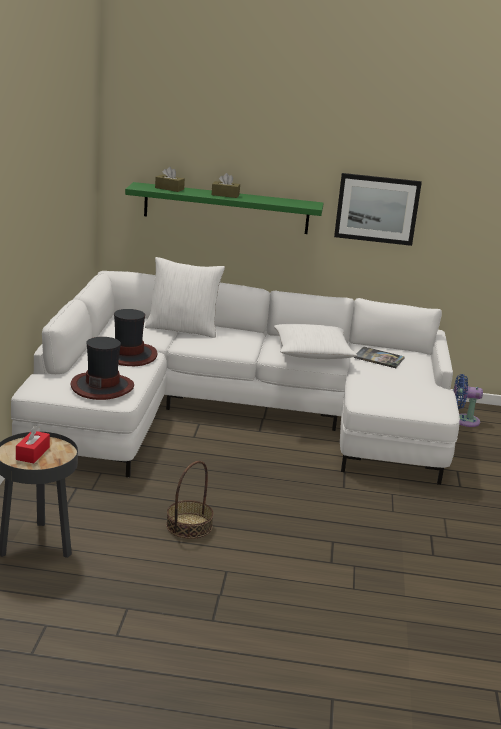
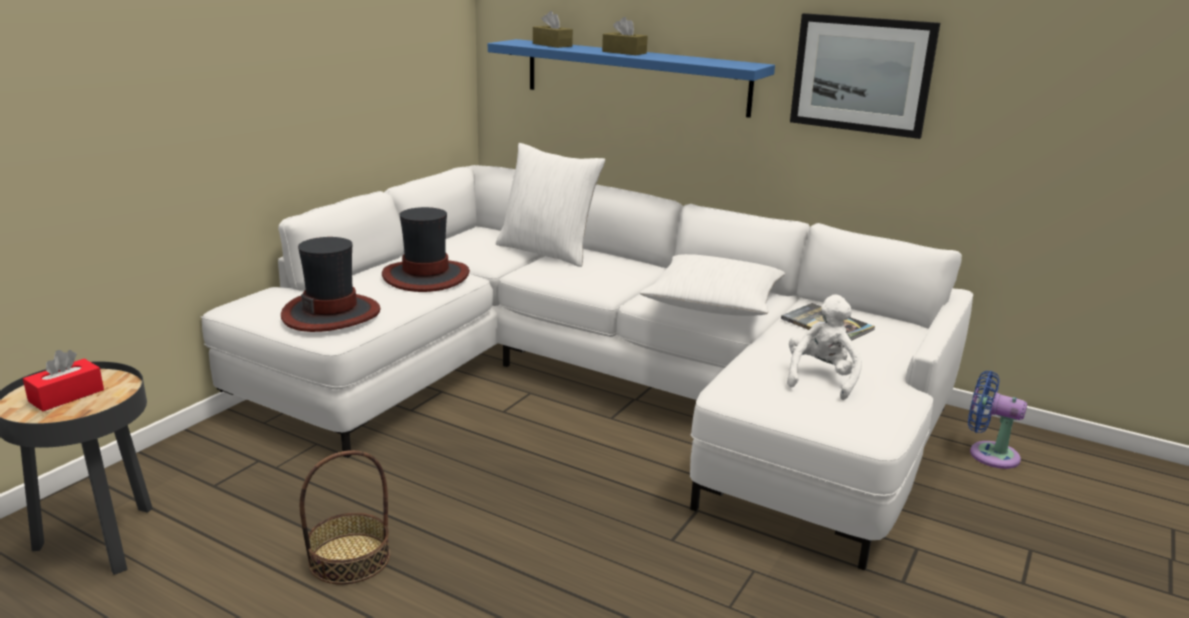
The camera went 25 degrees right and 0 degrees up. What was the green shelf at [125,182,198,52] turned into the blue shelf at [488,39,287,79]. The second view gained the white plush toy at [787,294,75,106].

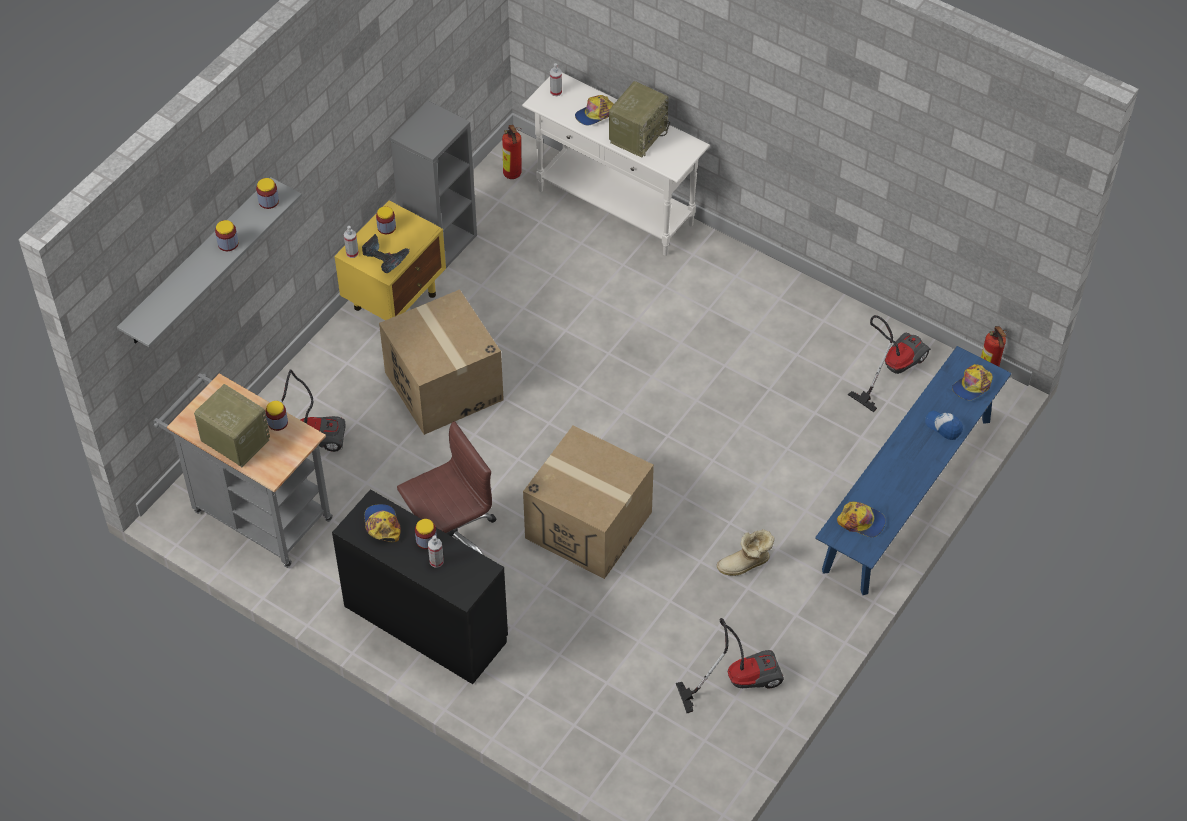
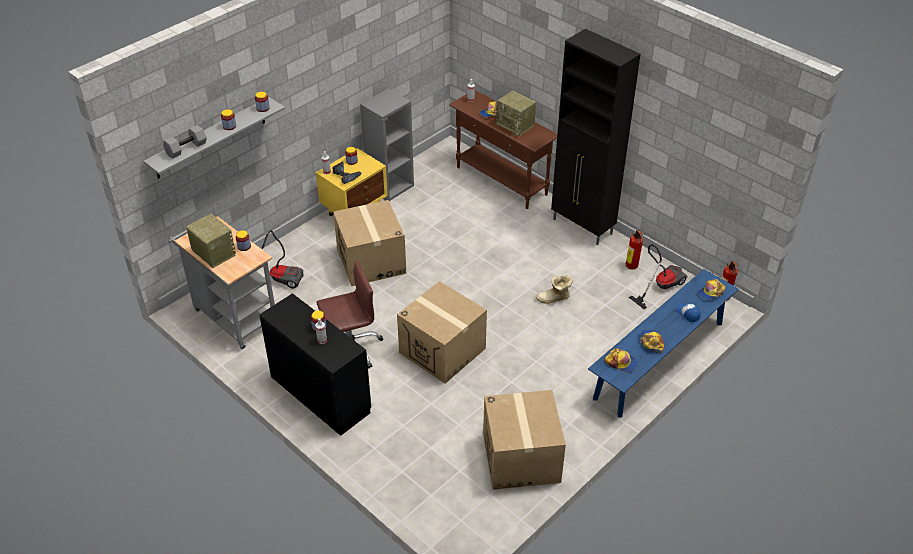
The camera went 10 degrees right and 10 degrees down. The second view gained the grey dumbbell at [163,125,44,34]. What was the white console table at [522,73,188,183] turned into the brown console table at [449,90,108,119]. Where the vacuum cleaner stood at [676,618,108,95], the cardboard box came to stand at [483,390,83,100]. The radio at [609,81,61,77] ended up facing another way, 90 degrees clockwise from before. The boot ended up elsewhere, having gone from [717,529,57,47] to [536,275,37,29]. The second view gained the black cabinet at [551,29,90,217]. The fire extinguisher ended up elsewhere, having gone from [502,125,20,54] to [626,230,19,39]. The cap ended up elsewhere, having gone from [364,504,37,38] to [640,329,24,24].

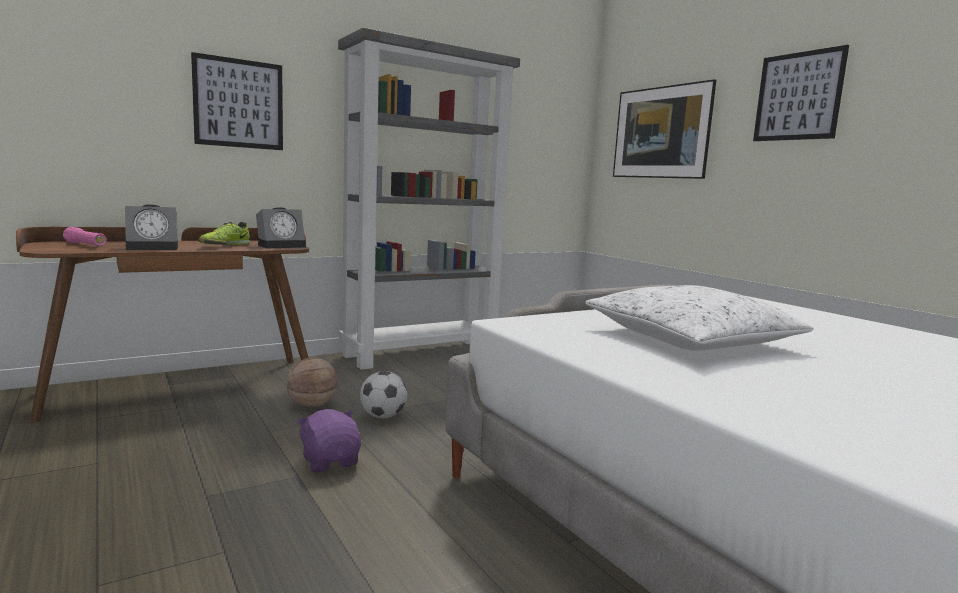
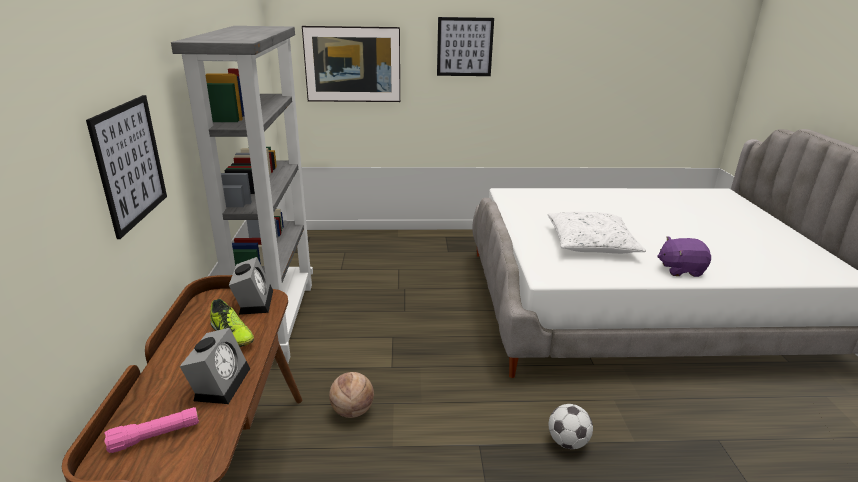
The camera went 60 degrees left and 15 degrees up. The football ended up elsewhere, having gone from [360,371,47,47] to [548,404,45,45]. The purple plush toy ended up elsewhere, having gone from [296,409,65,63] to [658,236,53,41].

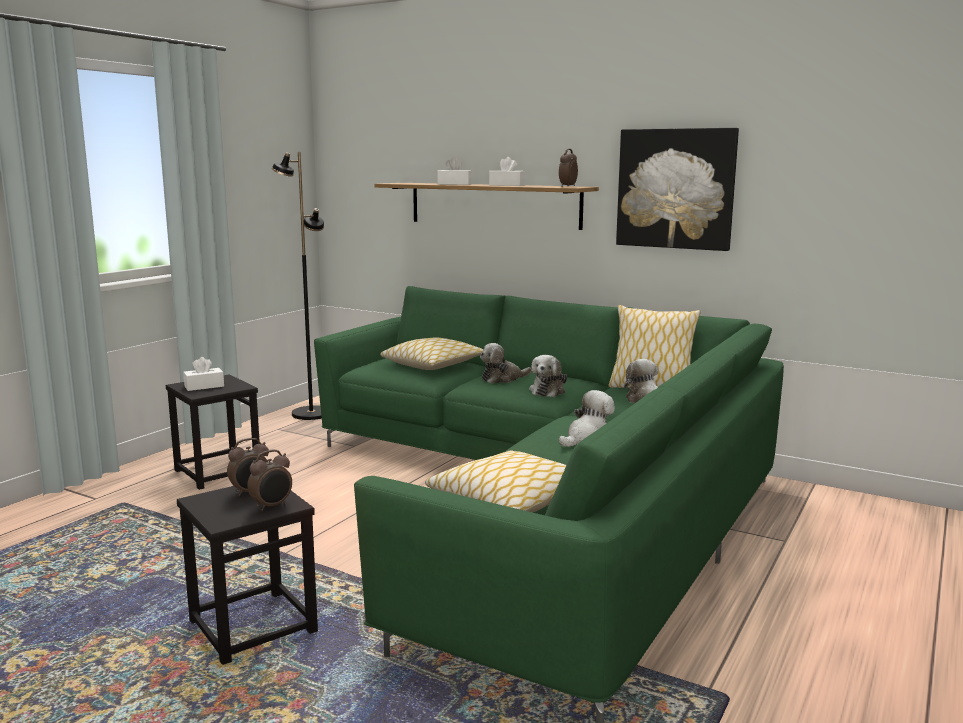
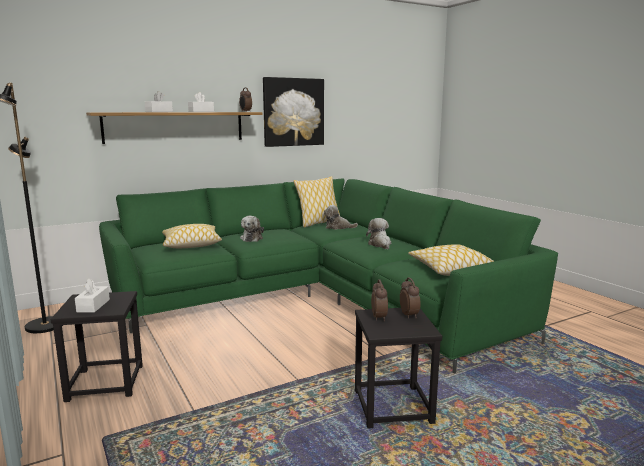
The camera went 60 degrees left and 0 degrees up. The second view lost the plush toy at [529,355,38,42].

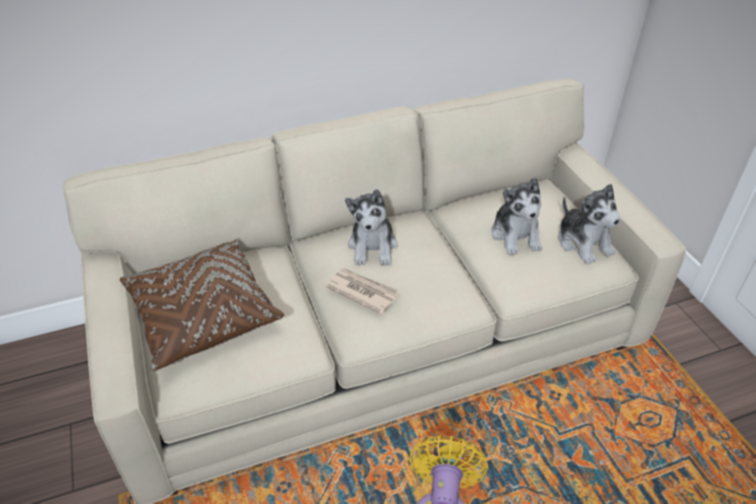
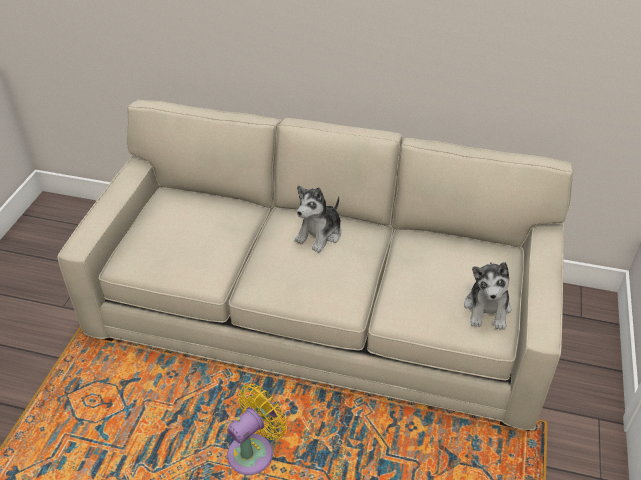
The camera went 35 degrees right and 0 degrees up. The second view lost the brown pillow at [120,239,164,132]. The second view lost the newspaper at [325,268,74,47]. The second view lost the plush toy at [491,177,51,78].

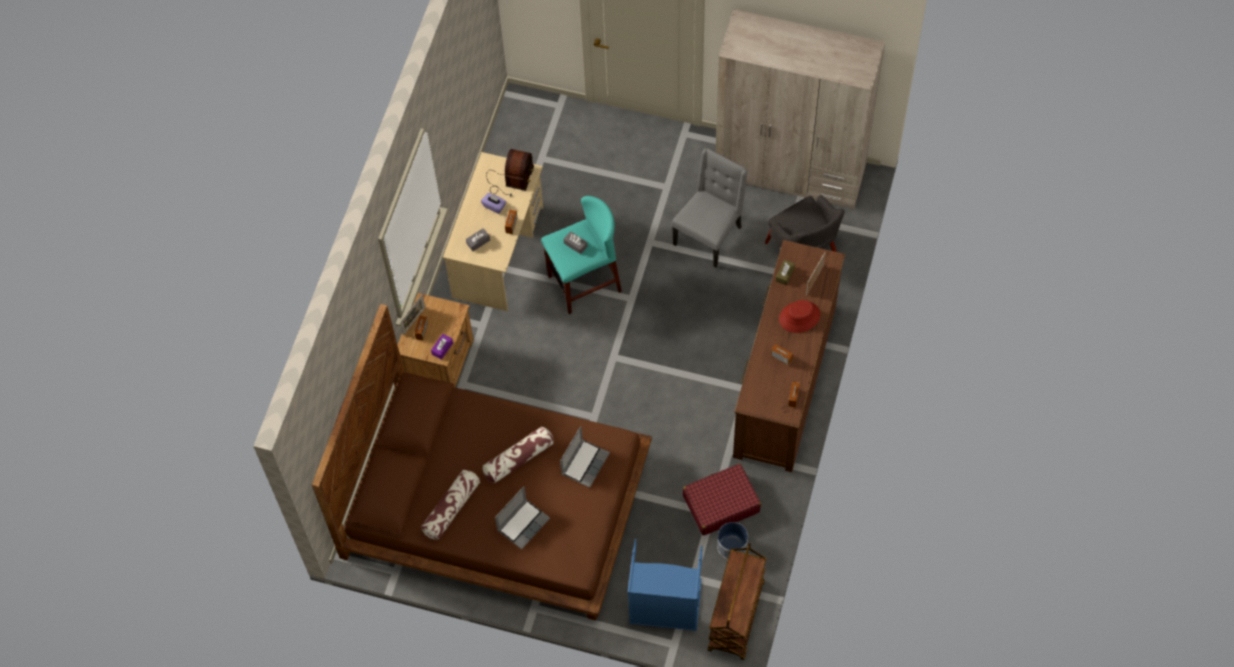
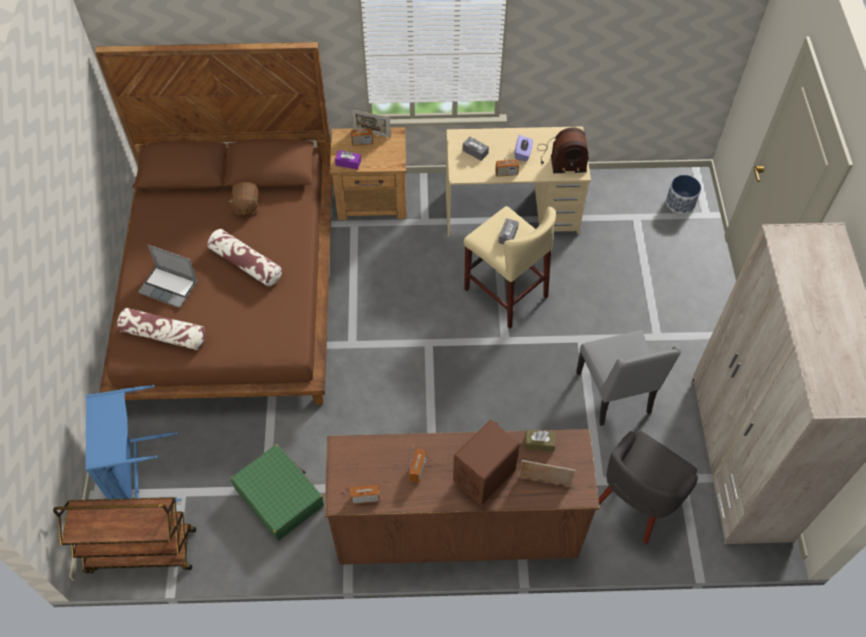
The camera went 70 degrees right and 5 degrees down. The pillow ended up elsewhere, having gone from [421,470,59,70] to [117,308,89,42]. The second view gained the brown plush toy at [228,182,31,33]. What was the red suitcase at [683,463,78,73] turned into the green suitcase at [231,444,93,97]. Where the red hat stood at [779,300,41,33], the brown speaker came to stand at [453,420,67,85]. What was the turquoise stool at [541,196,81,118] turned into the beige stool at [463,206,93,123]. The grey chair at [672,148,76,120] ended up facing another way, 60 degrees clockwise from before. The planter ended up elsewhere, having gone from [717,522,31,37] to [666,175,35,39]. The second view lost the laptop at [560,426,50,62].

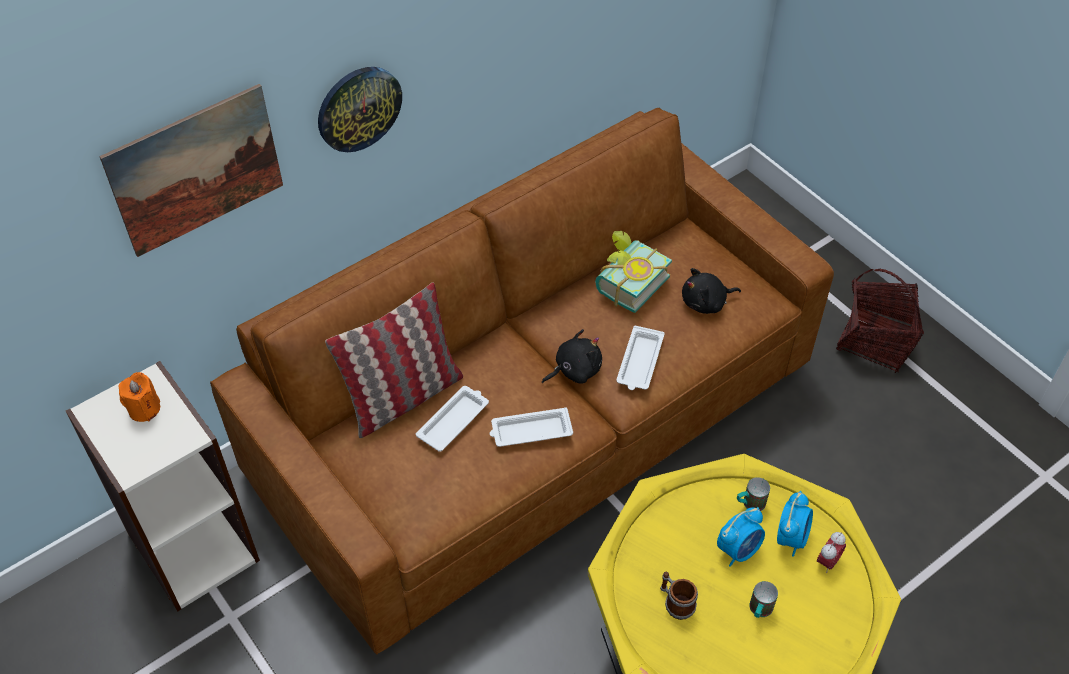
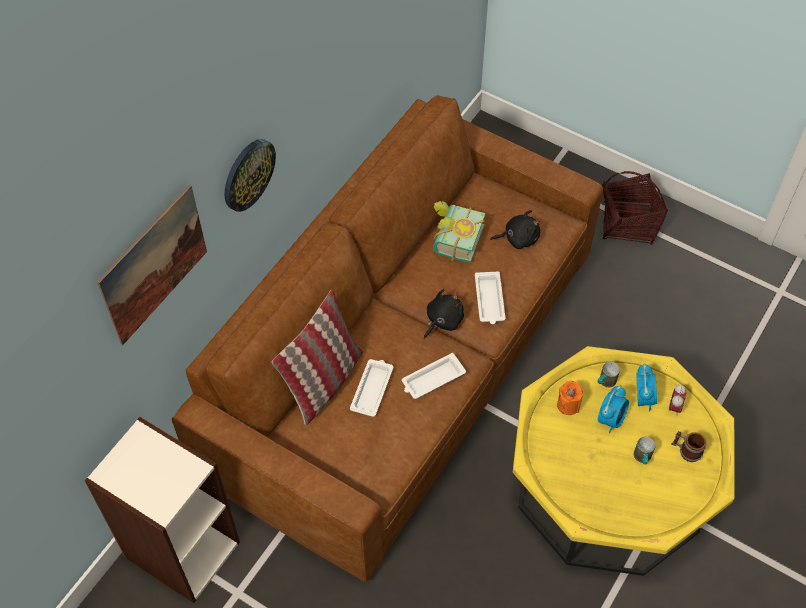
The camera went 20 degrees left and 5 degrees up. The black plush toy at [682,268,59,46] ended up facing another way, 150 degrees counterclockwise from before. The orange candle ended up elsewhere, having gone from [118,372,42,50] to [557,381,26,34]. The mug ended up elsewhere, having gone from [660,572,38,48] to [671,431,36,31].

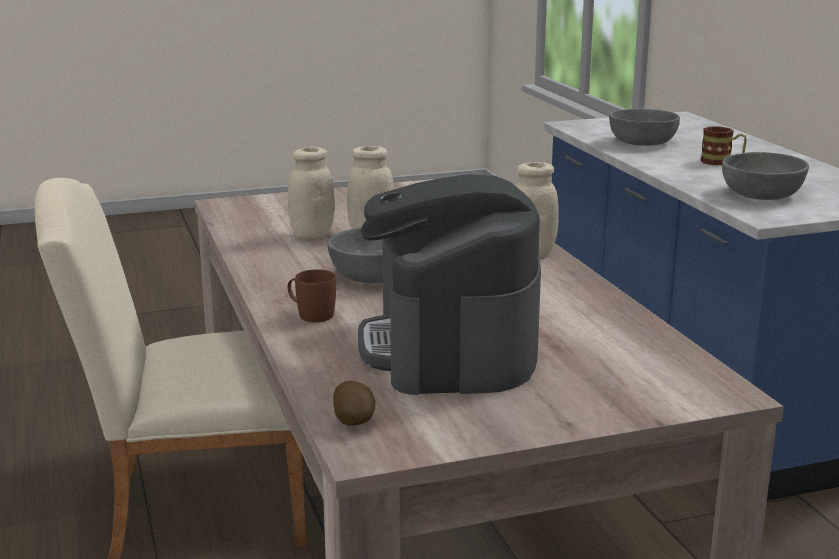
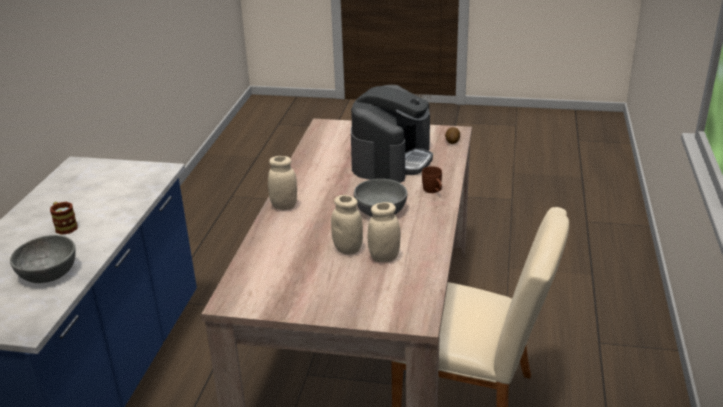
The camera went 150 degrees left and 10 degrees up. The second view lost the grey bowl at [722,152,87,48].

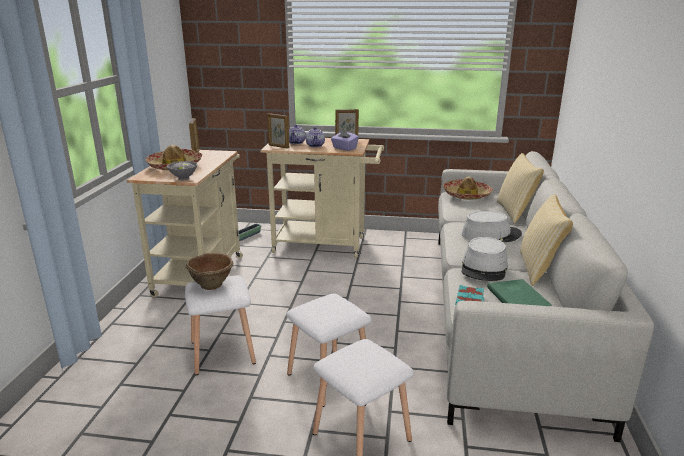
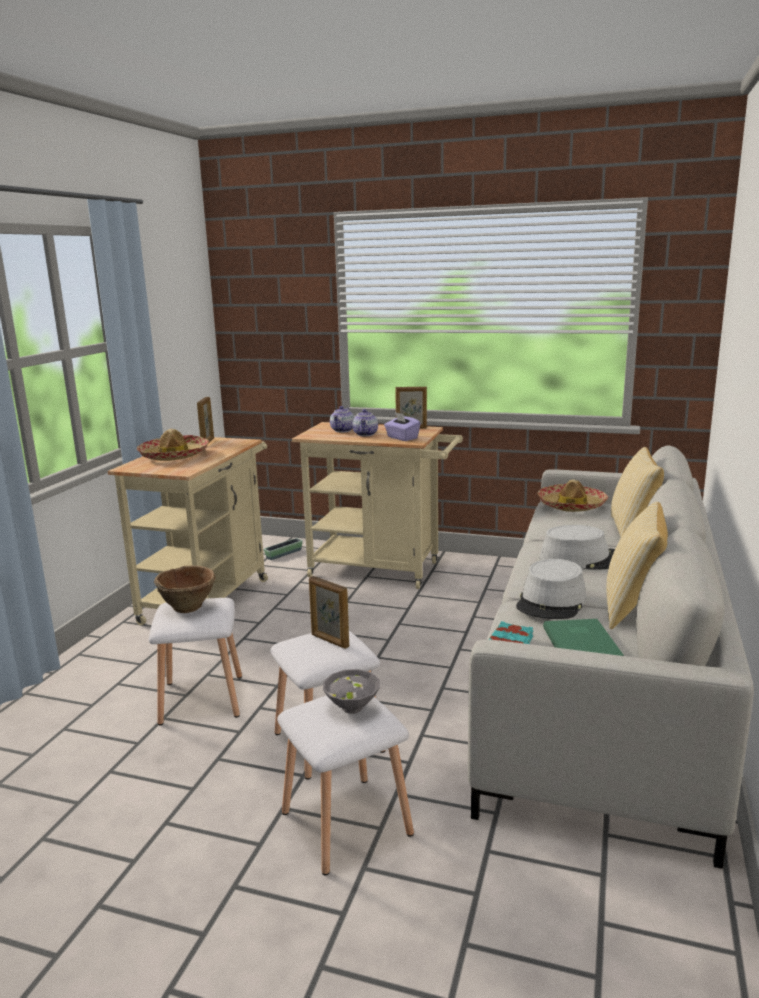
The camera went 10 degrees right and 5 degrees down. The picture frame ended up elsewhere, having gone from [267,113,22,36] to [309,576,40,73]. The grey bowl ended up elsewhere, having gone from [167,161,31,19] to [323,669,57,45].

